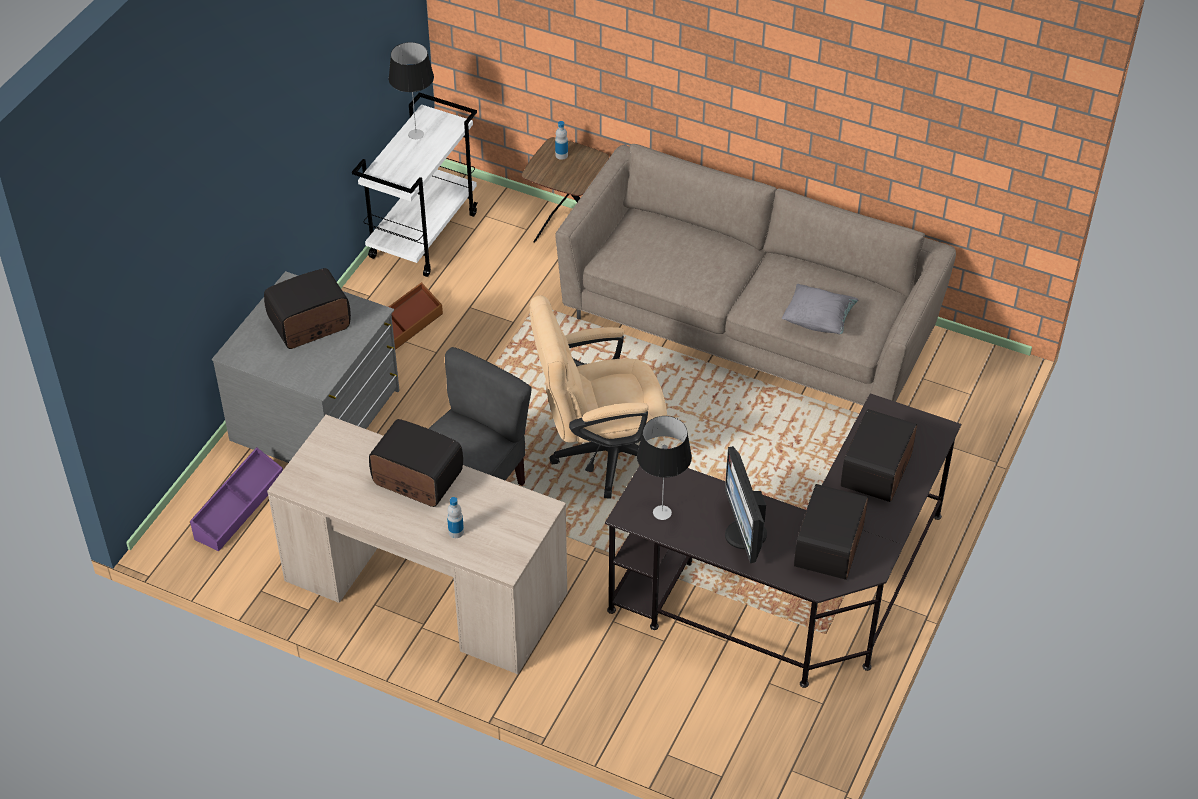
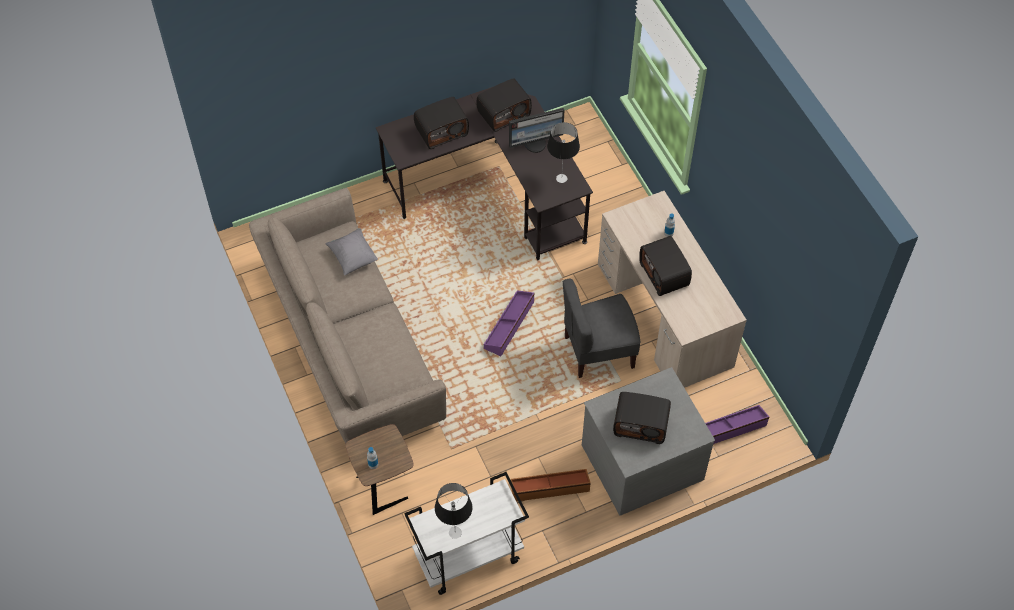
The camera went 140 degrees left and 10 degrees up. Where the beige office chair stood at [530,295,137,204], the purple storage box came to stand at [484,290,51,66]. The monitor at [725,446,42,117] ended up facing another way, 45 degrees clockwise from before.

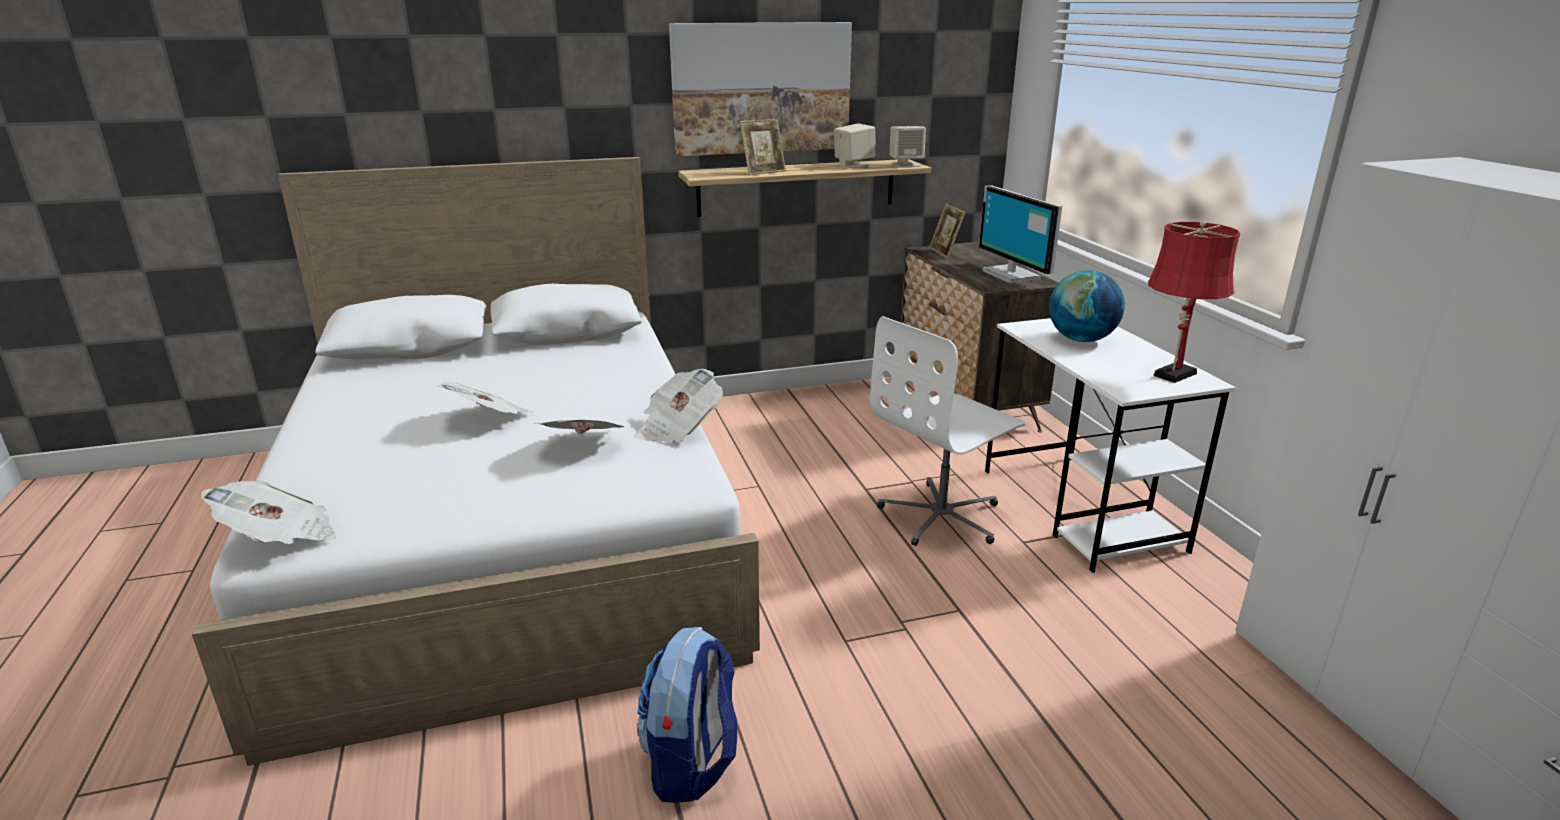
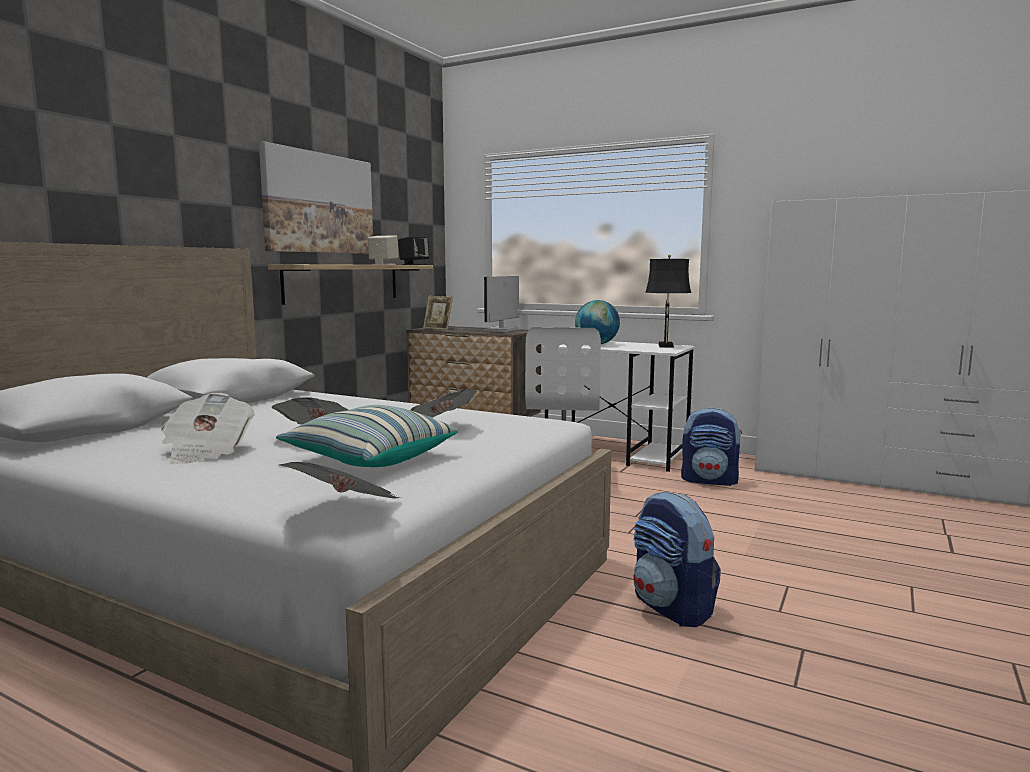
The camera went 45 degrees left and 15 degrees down. The newspaper ended up elsewhere, having gone from [637,369,86,74] to [162,393,92,71]. The second view gained the pillow at [276,405,182,62]. What was the beige speaker at [890,126,36,41] turned into the black speaker at [398,236,31,29]. The monitor at [979,185,83,98] ended up facing another way, 90 degrees clockwise from before. What was the red table lamp at [1148,221,92,162] turned into the black table lamp at [645,254,46,94]. The second view gained the backpack at [681,408,61,78]. The second view lost the picture frame at [740,119,46,56].

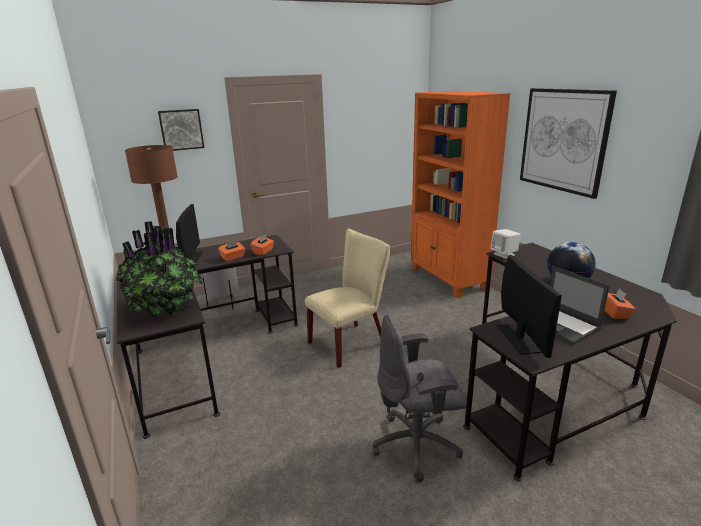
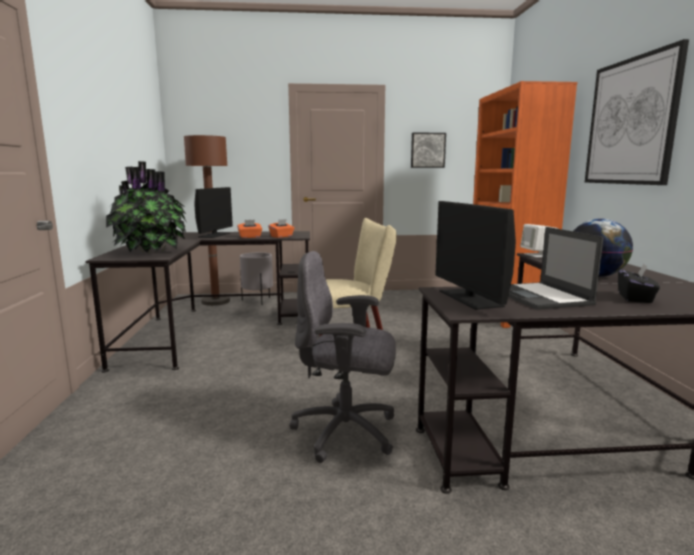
The camera went 20 degrees right and 10 degrees down. The picture ended up elsewhere, having gone from [158,109,46,42] to [411,133,35,35]. The monitor at [497,255,65,103] ended up facing another way, 150 degrees clockwise from before. What was the orange tissue box at [604,288,31,31] turned into the black tissue box at [618,264,42,39].

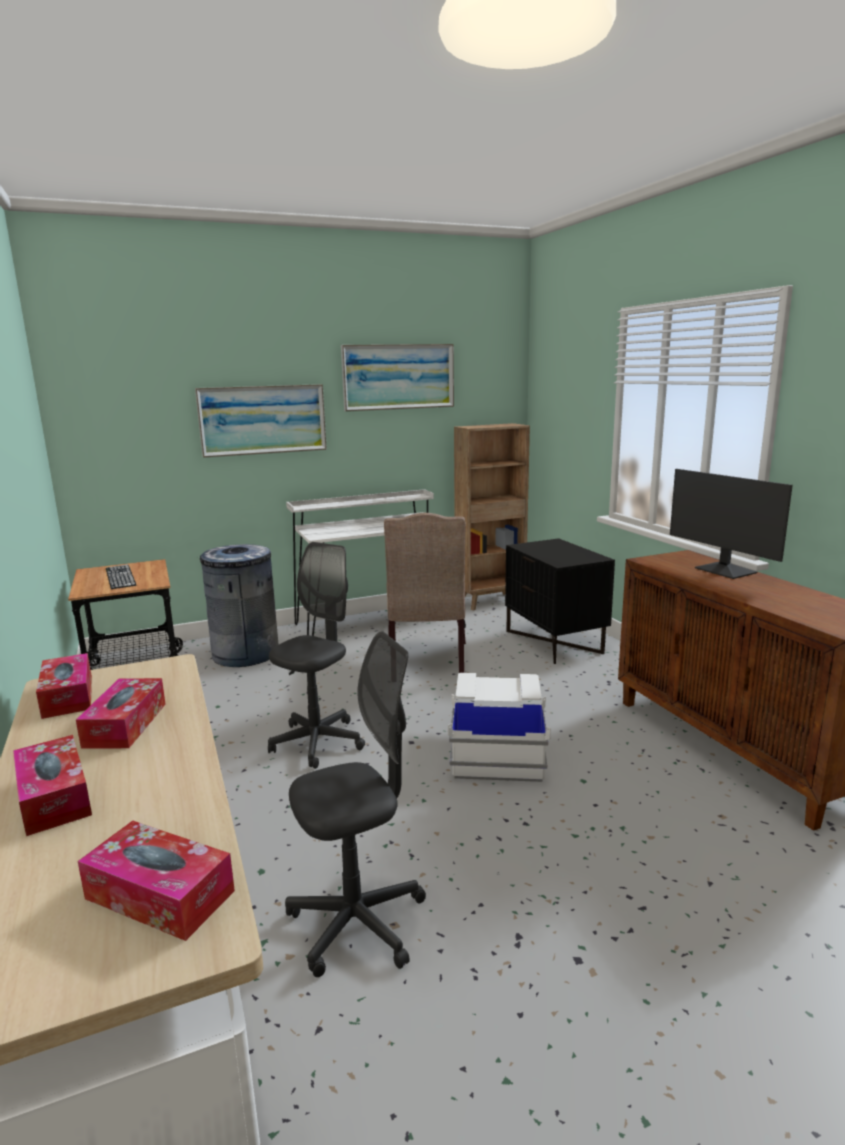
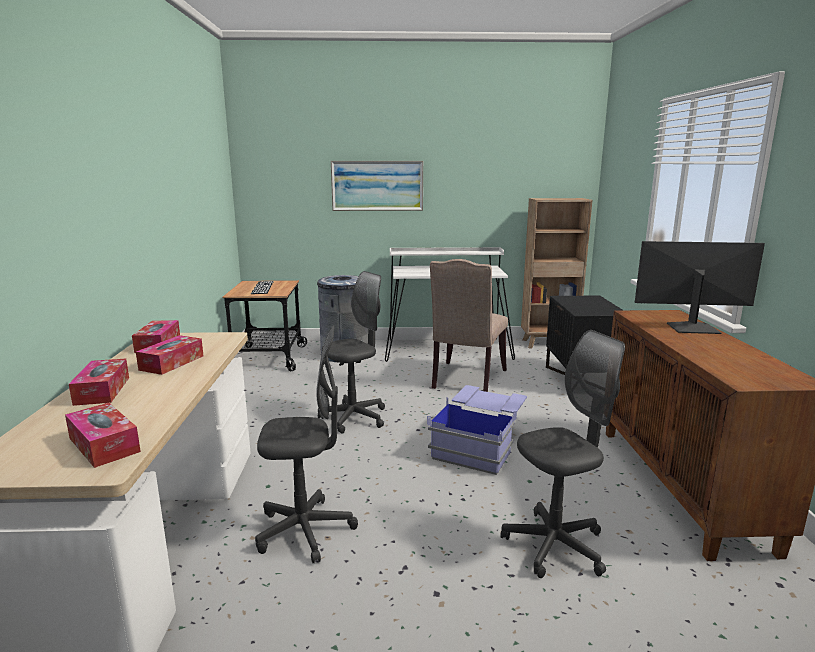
The camera went 20 degrees right and 0 degrees up. What was the white storage box at [448,673,103,109] turned into the blue storage box at [427,385,100,90]. The second view gained the grey office chair at [500,330,125,248]. The monitor at [670,469,123,110] ended up facing another way, 105 degrees clockwise from before. The second view lost the picture at [341,344,113,67].

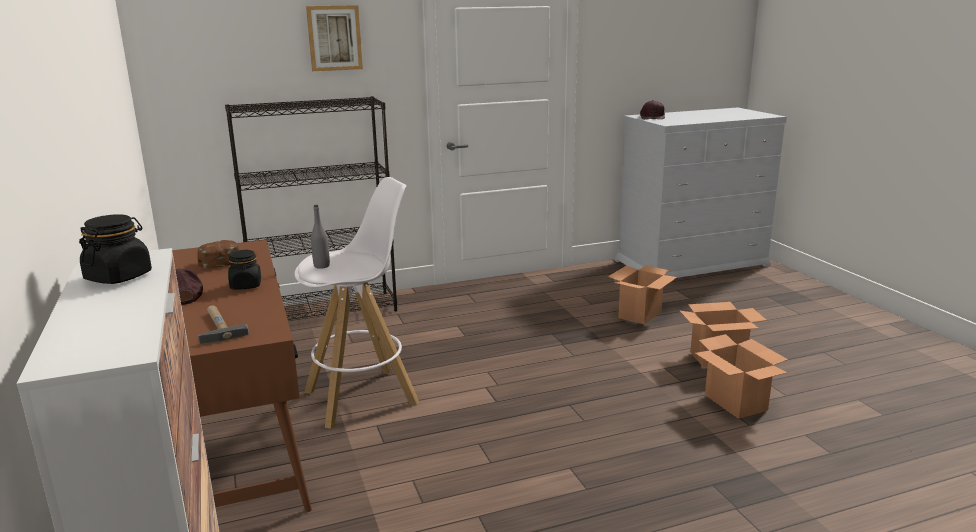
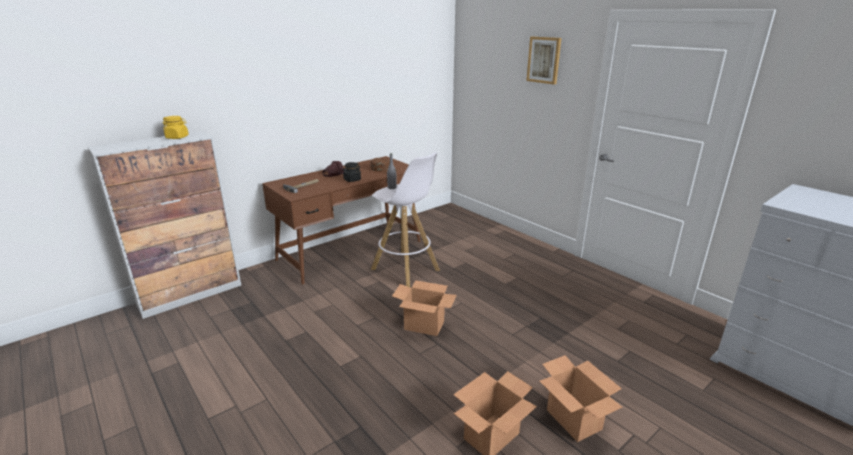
The camera went 70 degrees right and 5 degrees up. What was the black jar at [79,214,73,70] turned into the yellow jar at [163,116,26,23]. The cardboard box ended up elsewhere, having gone from [608,265,69,59] to [392,280,65,56]. The second view lost the black bookcase at [225,96,172,224]. The second view lost the brown cap at [640,100,25,19].

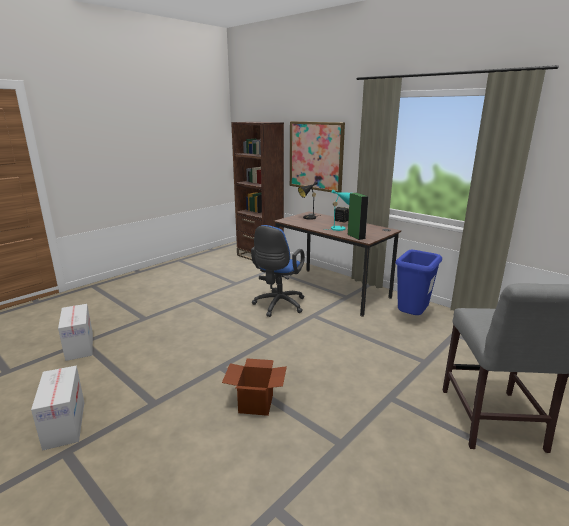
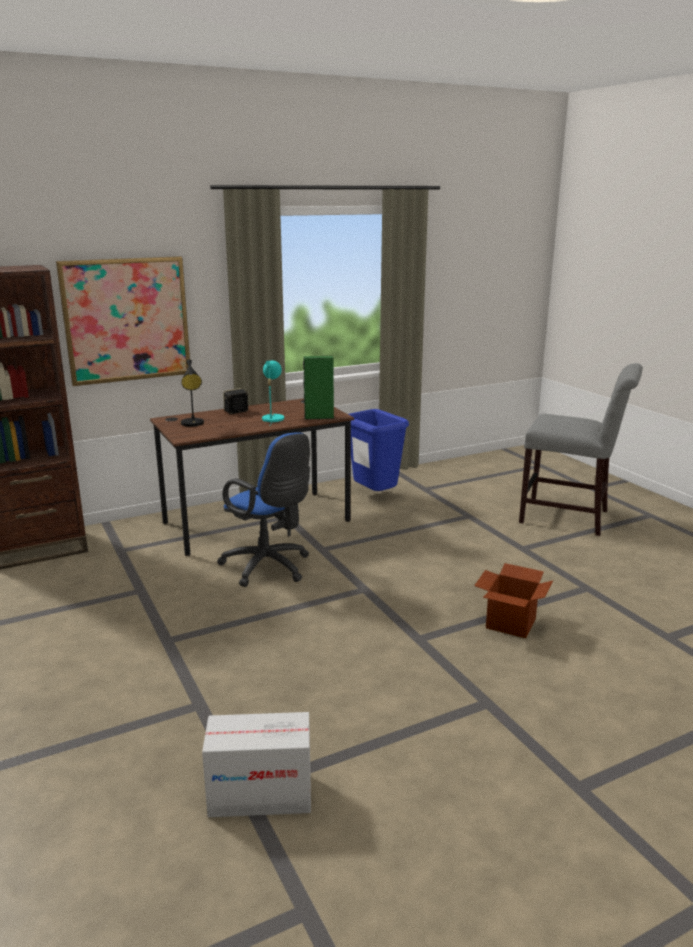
The camera went 70 degrees left and 0 degrees up. The second view lost the cardboard box at [31,366,53,85].

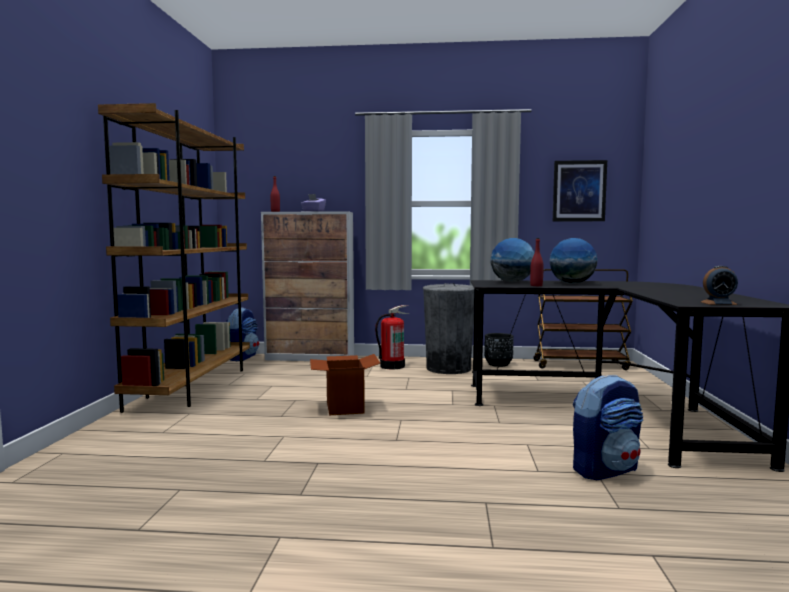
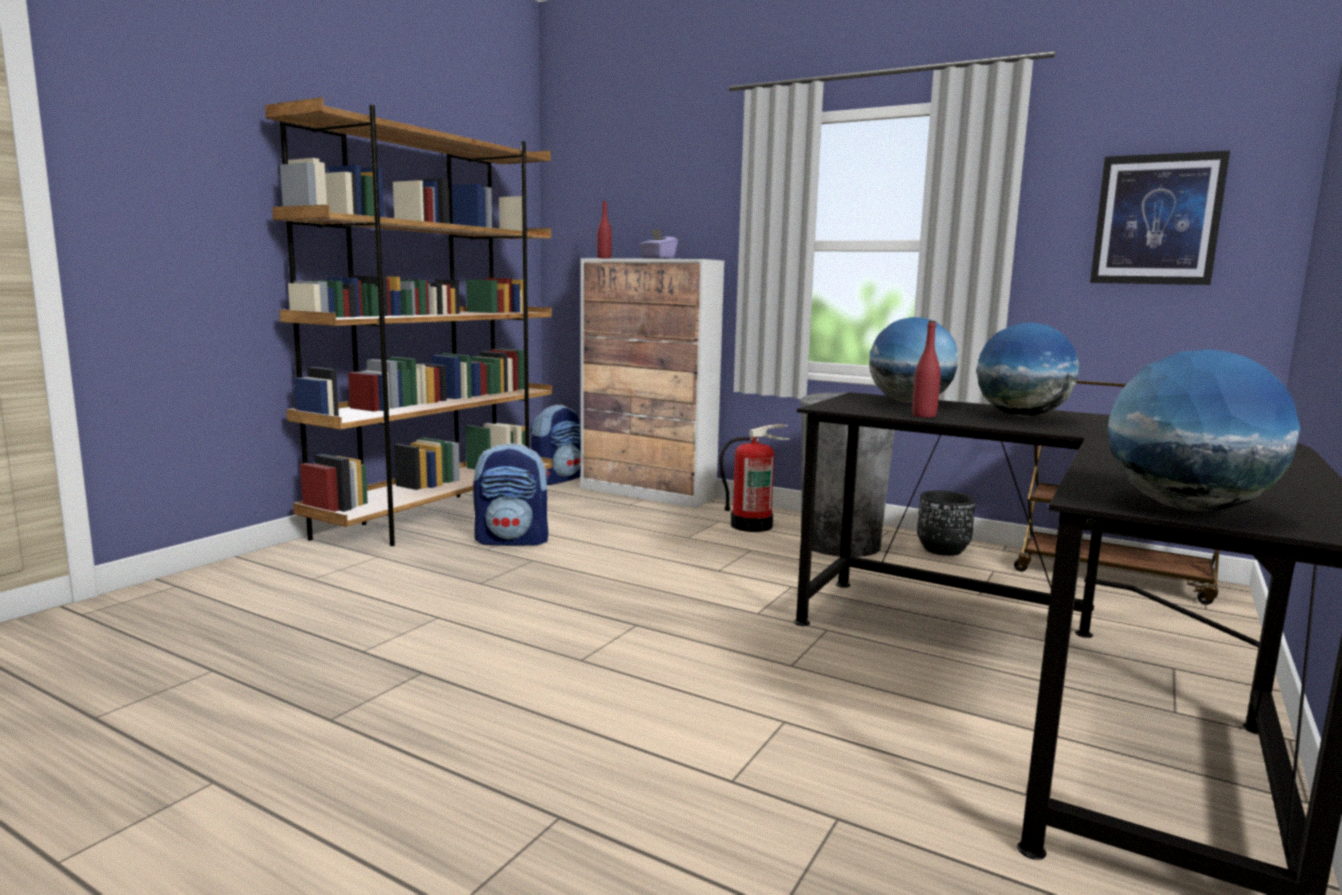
The camera went 25 degrees right and 5 degrees up. The backpack ended up elsewhere, having gone from [573,375,71,105] to [473,443,77,103]. Where the alarm clock stood at [701,266,37,39], the globe came to stand at [1108,349,192,162]. The second view lost the cardboard box at [310,354,71,62].

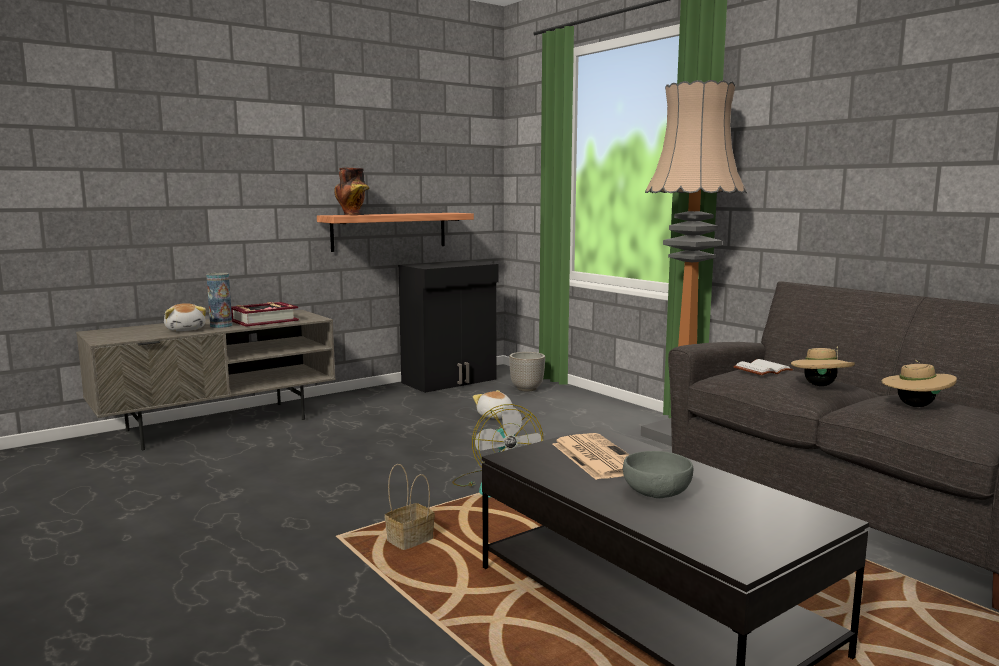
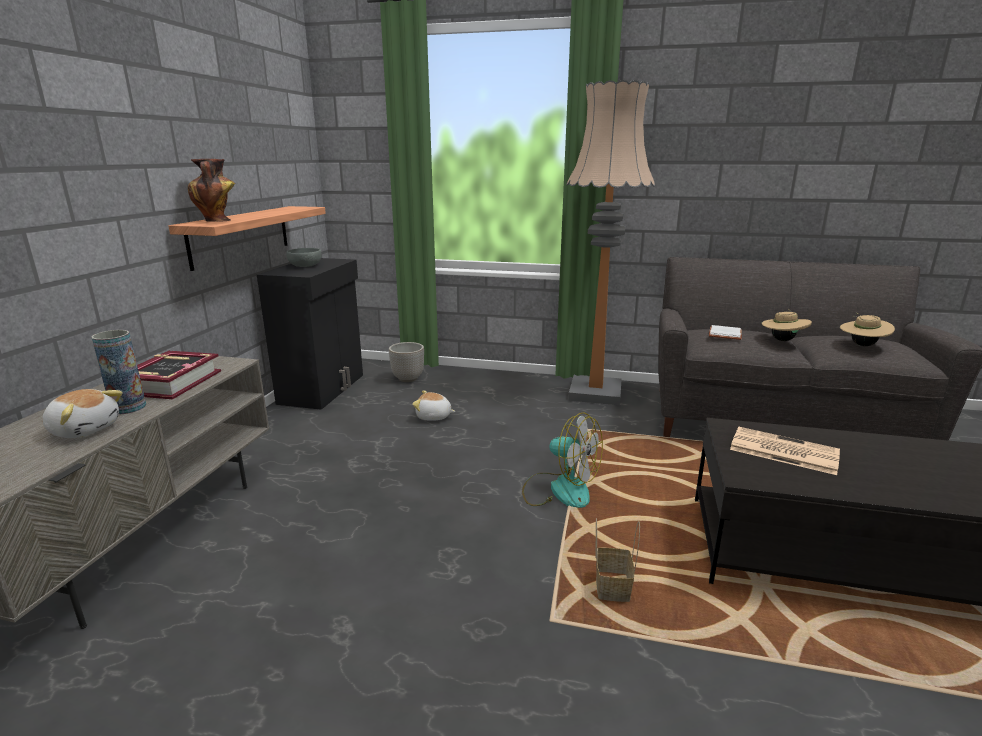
The camera went 40 degrees left and 10 degrees up. The grey bowl ended up elsewhere, having gone from [623,451,70,47] to [286,248,36,19].

